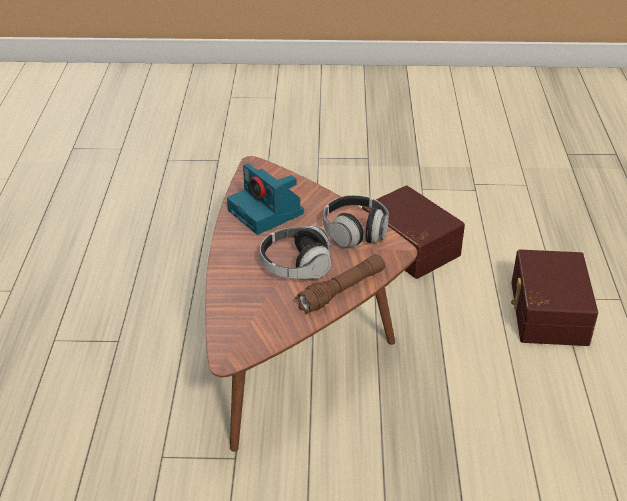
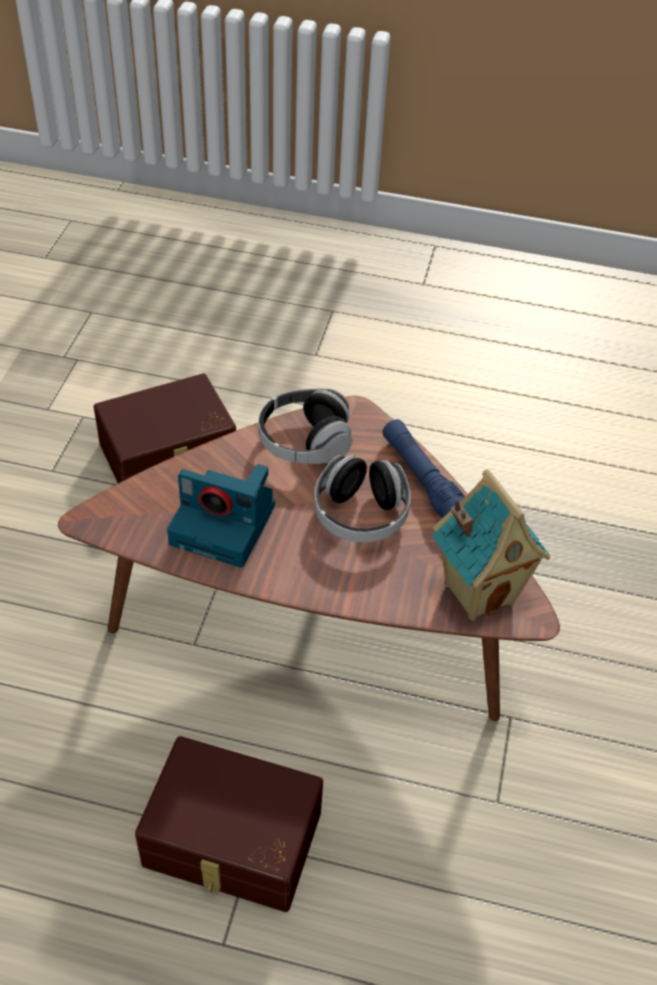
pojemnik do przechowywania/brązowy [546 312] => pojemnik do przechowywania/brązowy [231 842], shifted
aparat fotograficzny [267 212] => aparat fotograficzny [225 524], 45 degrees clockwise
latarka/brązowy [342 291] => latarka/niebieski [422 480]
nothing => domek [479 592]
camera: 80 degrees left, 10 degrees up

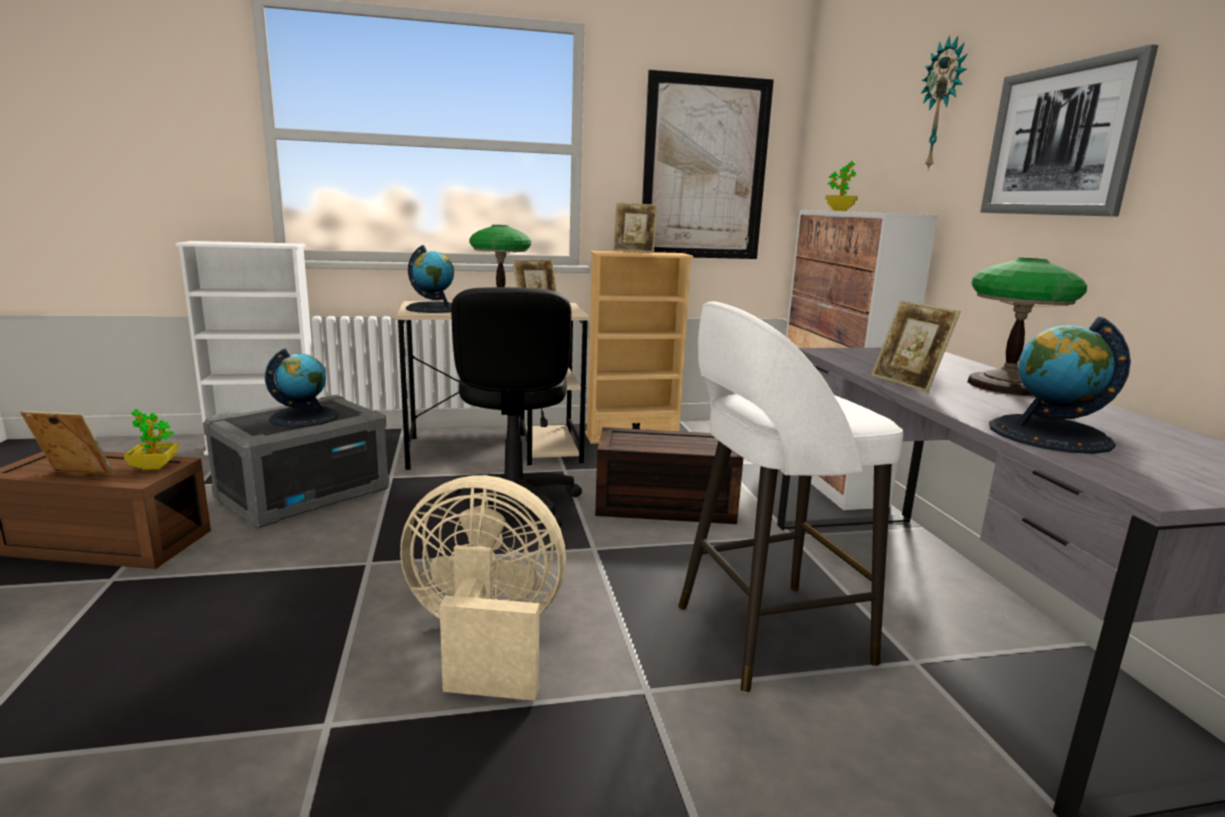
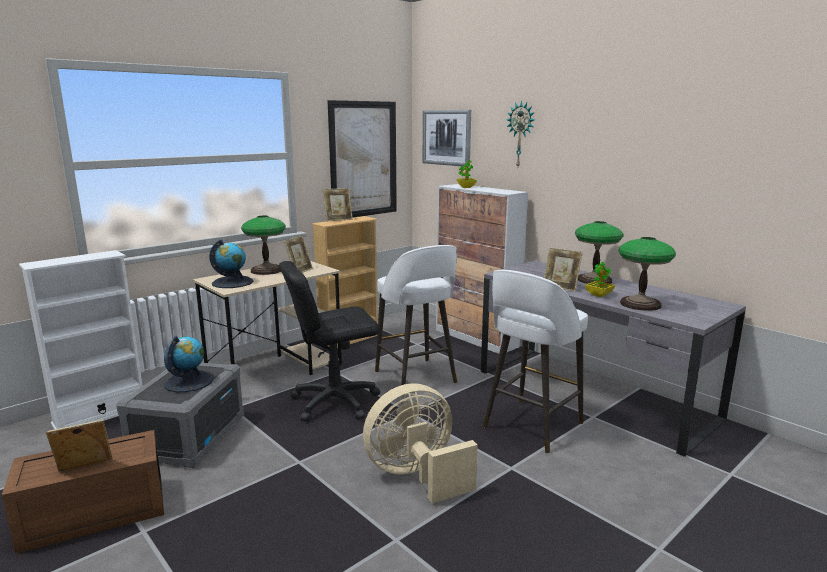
krzesło biurowe/czarny [513 504] => krzesło biurowe/czarny [334 402], 105 degrees clockwise
pojemnik do przechowywania/brązowy [663 506] => stołek/biały [416 378]
obraz [1060 141] => obraz [446 137], shifted
roślina doniczkowa [154 466] => roślina doniczkowa [599 295], shifted
globus [1049 435] => lampa stołowa [640 304]
camera: 30 degrees left, 0 degrees up

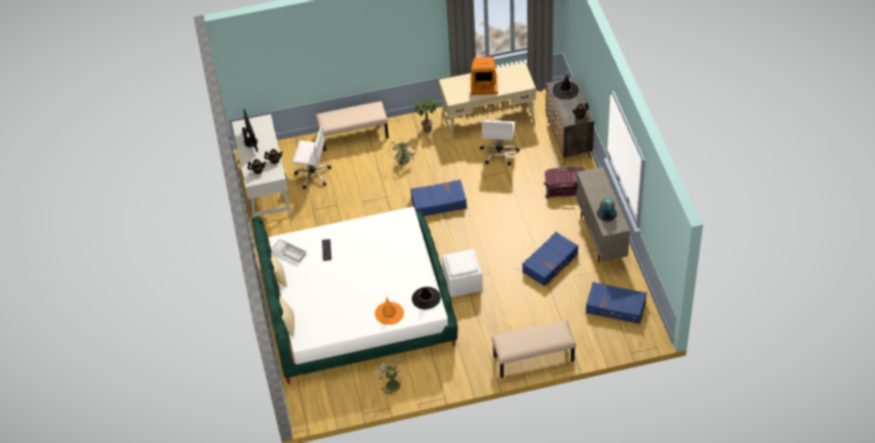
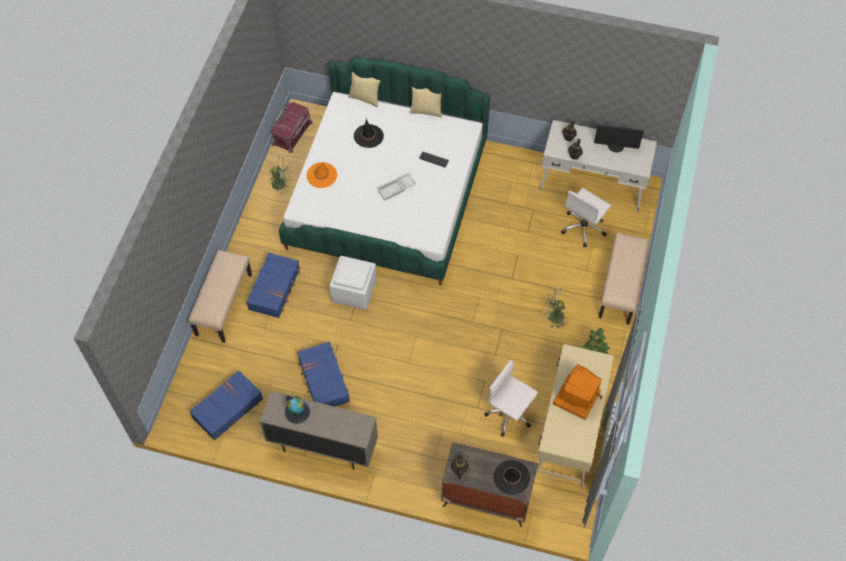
walizka/niebieski [438 202] => walizka/niebieski [275 289], shifted
pojemnik do przechowywania/czerwony [565 188] => pojemnik do przechowywania/czerwony [292 133], shifted
kapelusz/czarny [426 298] => kapelusz/czarny [368 136], shifted
taca/biały [290 252] => taca/biały [396 189], shifted
camera: 115 degrees right, 10 degrees up

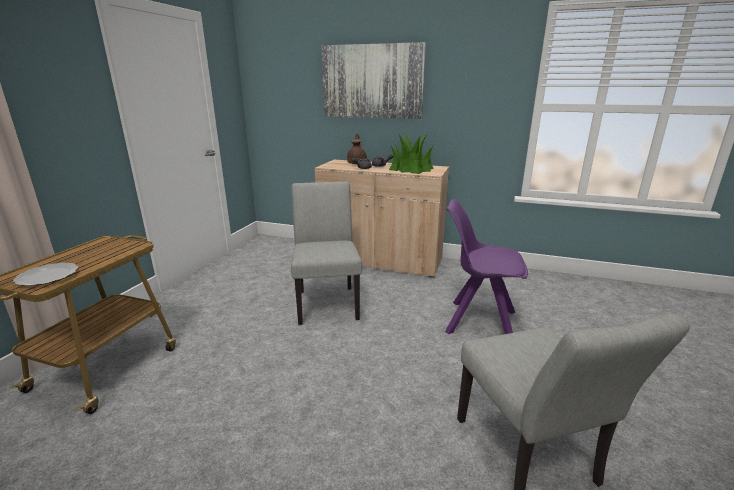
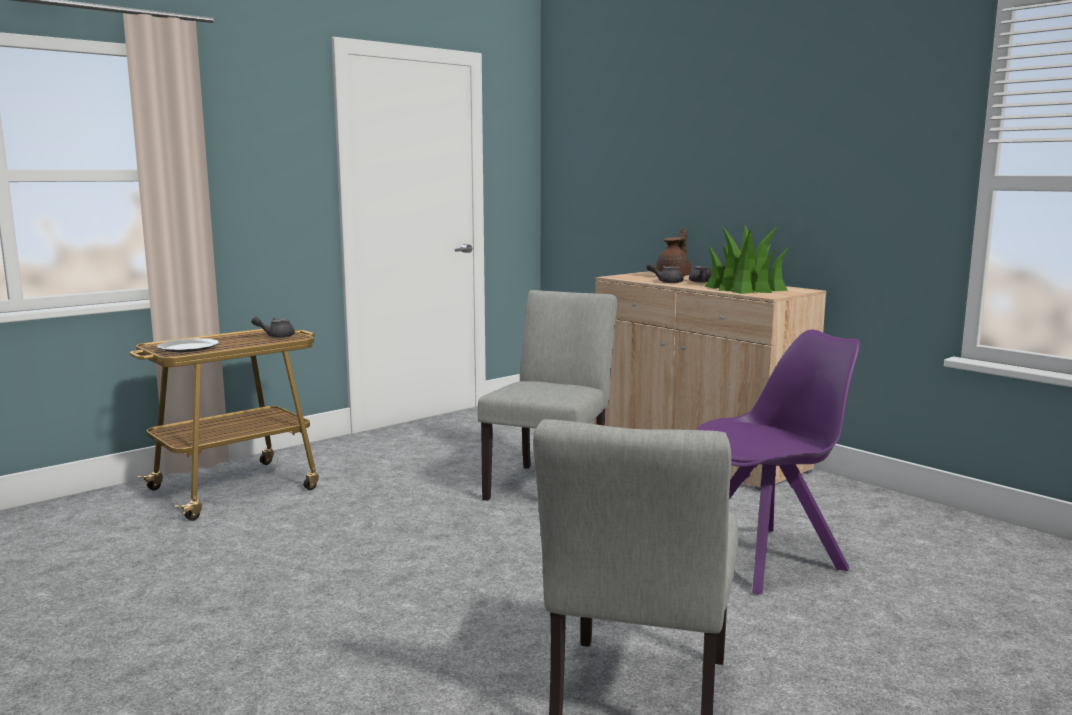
nothing => imbryk/szary [276 336]
krzesło/fioletowy [478 321] => krzesło/fioletowy [768 558], 105 degrees clockwise
obraz [372 81] => nothing
camera: 30 degrees right, 10 degrees down

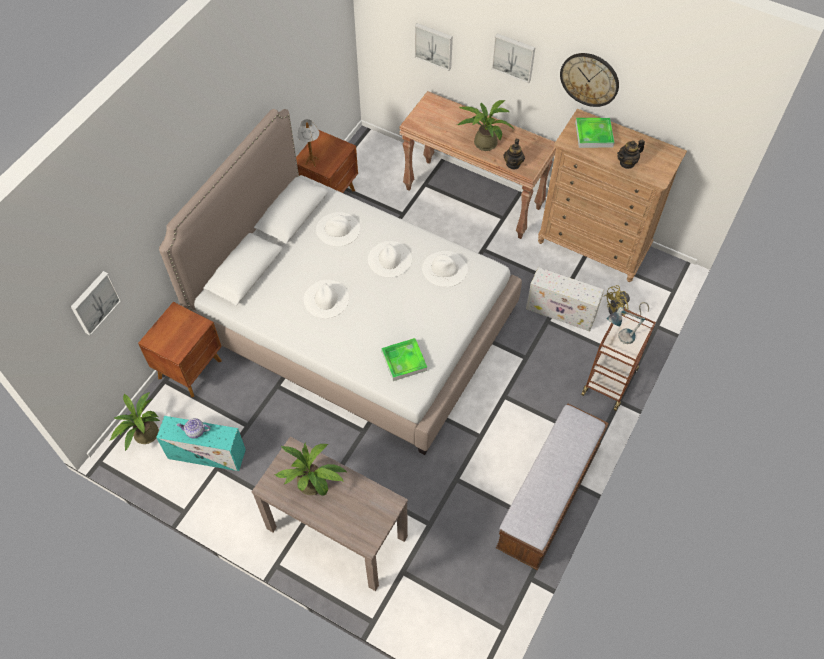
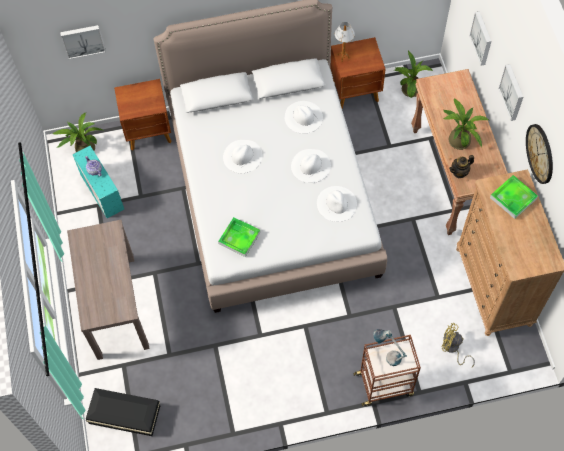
nothing => pojemnik do przechowywania/czarny [124 413]
roślina doniczkowa [314 485] => roślina doniczkowa [411 92], shifted
ławka [548 496] => nothing
pojemnik do przechowywania/biały [562 312] => nothing
imbryk [627 163] => nothing
camera: 50 degrees right, 5 degrees up

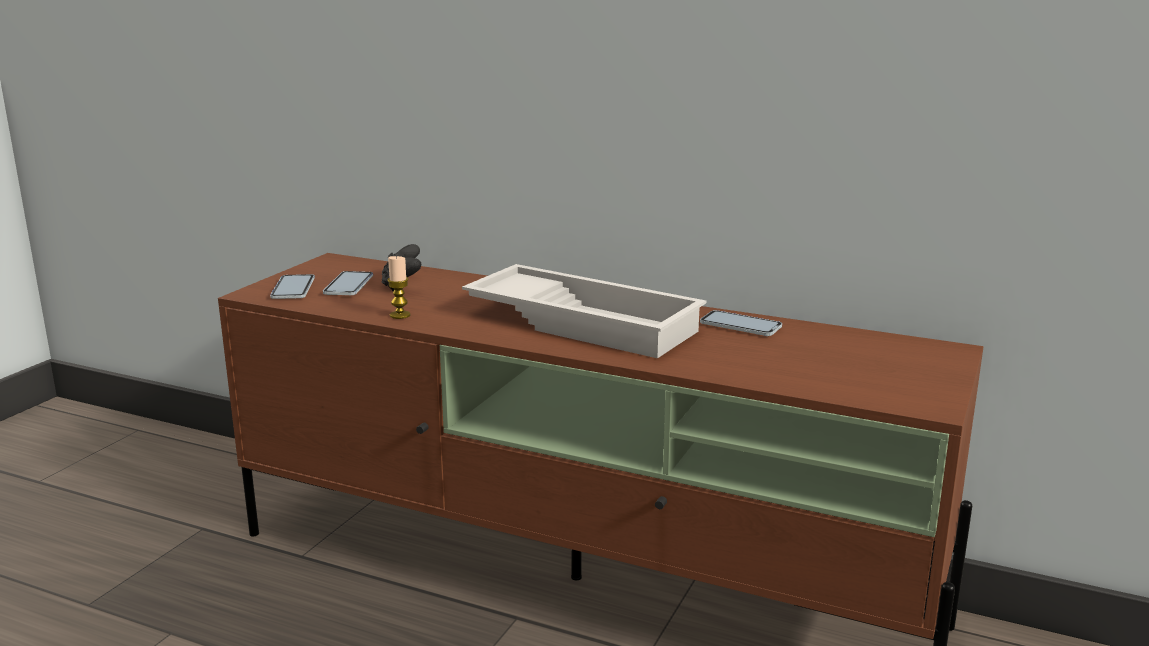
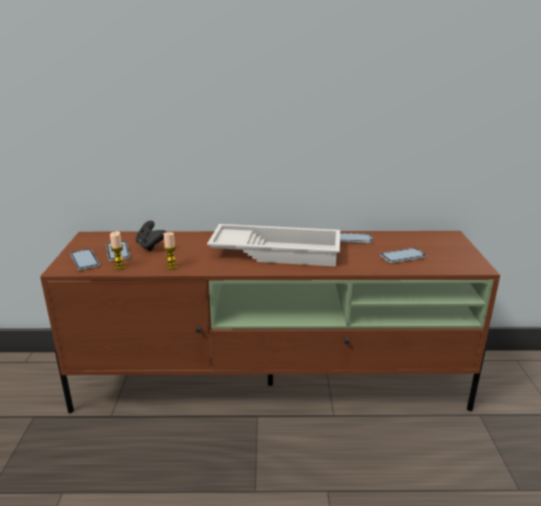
nothing => świeca [119 267]
nothing => telefon [402 256]
camera: 25 degrees left, 5 degrees up

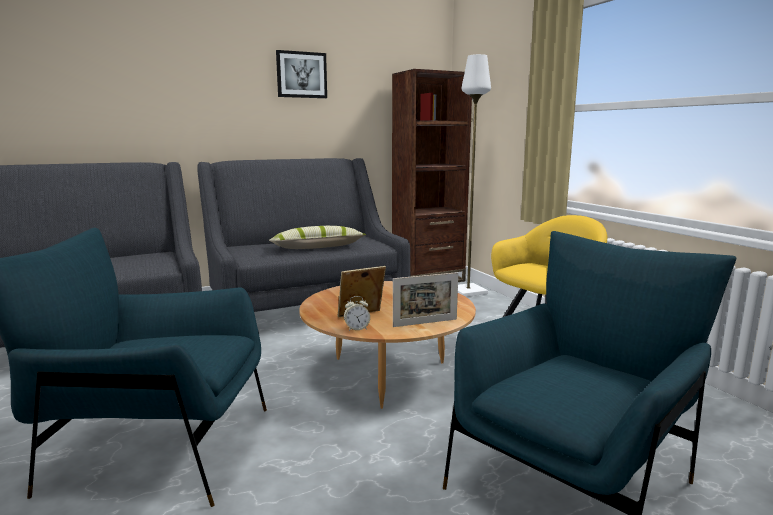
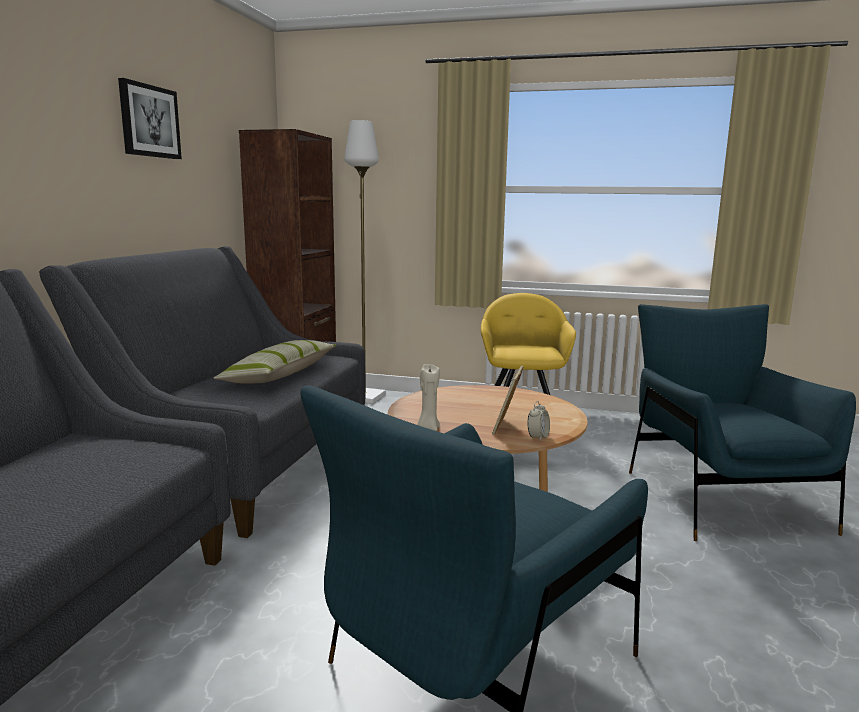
nothing => świeca/beżowy [428 428]
ramka na zdjęcie [425 323] => nothing
camera: 50 degrees left, 0 degrees up

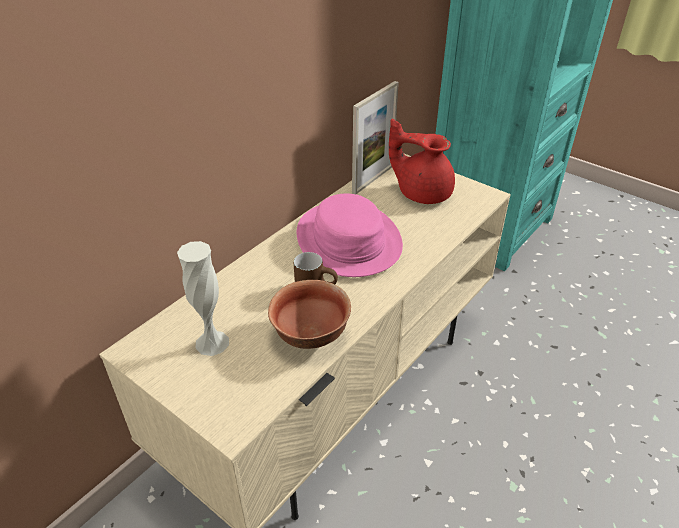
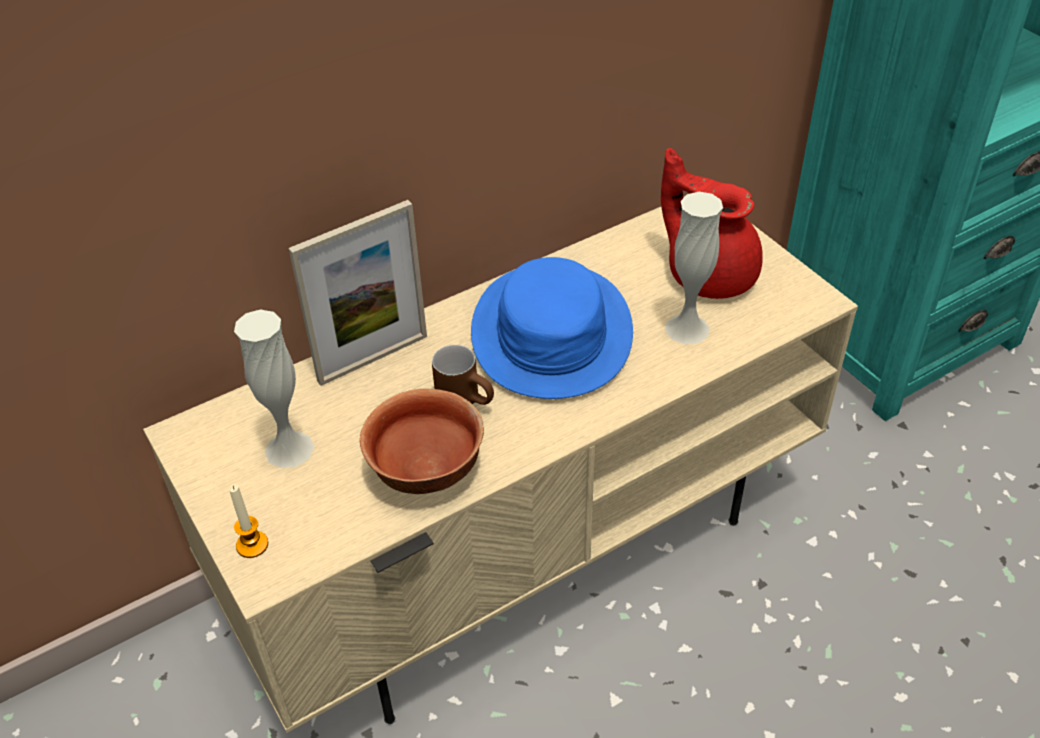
nothing => świeca [252 545]
ramka na zdjęcie [373 179] => ramka na zdjęcie [373 358], shifted
kapelusz/różowy [348 240] => kapelusz/niebieski [551 332]
nothing => wazon/biały [687 329]
camera: 20 degrees right, 5 degrees up

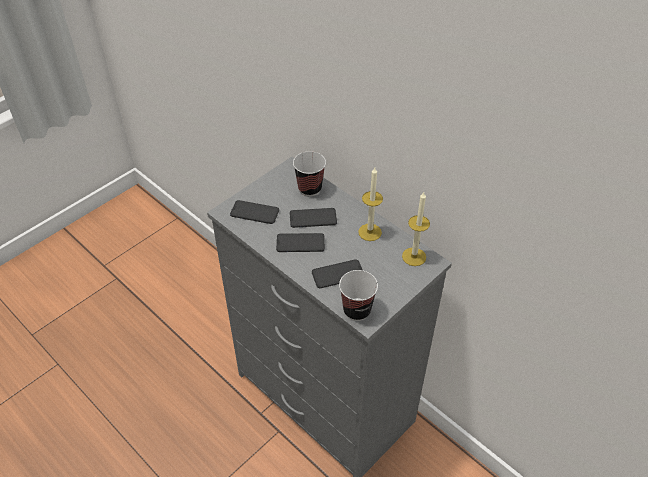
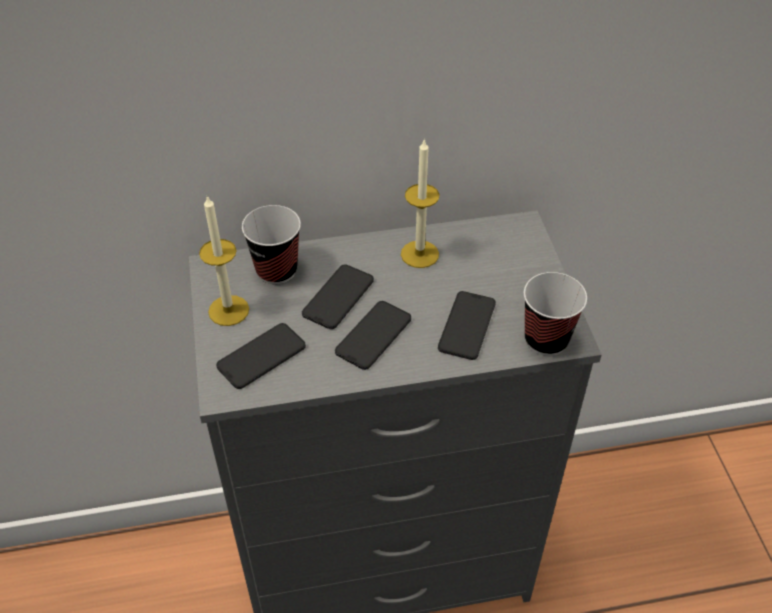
świeca [414 256] => świeca [228 310], shifted
camera: 55 degrees left, 0 degrees up

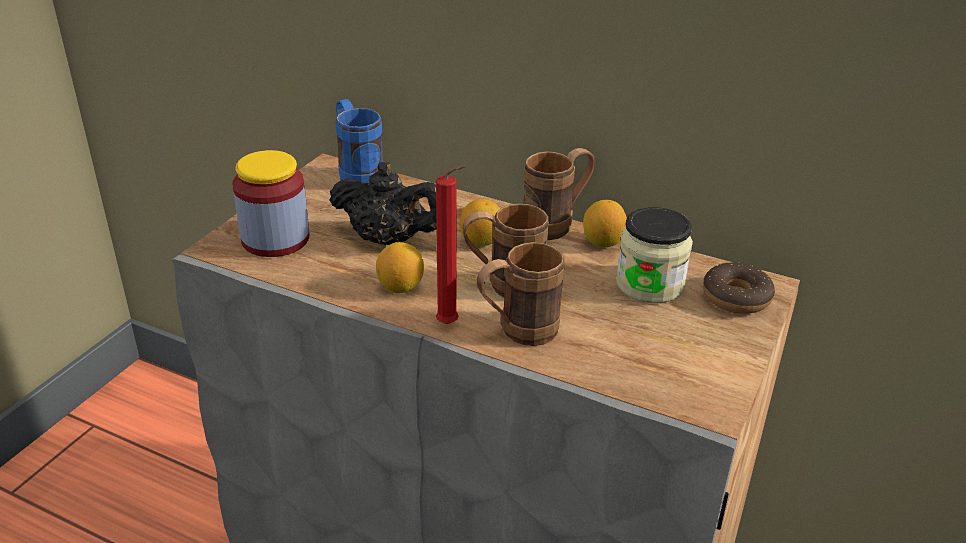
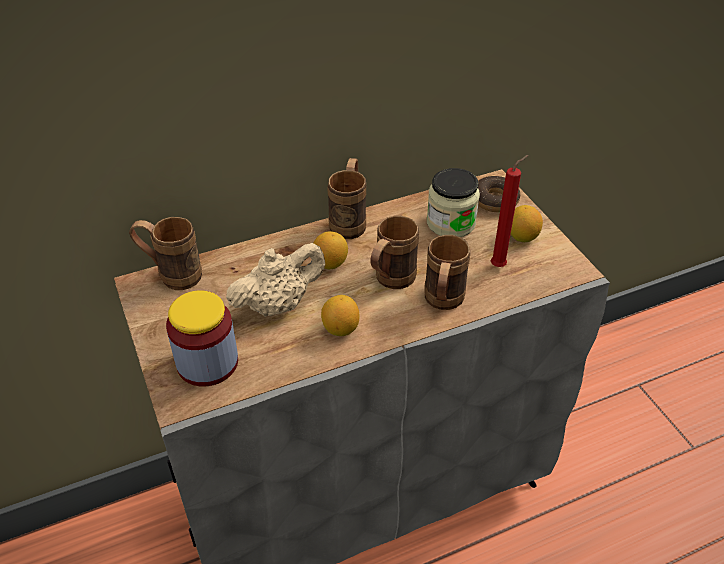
kubek/niebieski [357 174] => kubek/brązowy [172 275]
imbryk/czarny [389 240] => imbryk/beżowy [278 304]
świeca/czerwony [450 325] => świeca/czerwony [500 265], shifted
cytryna [602 242] => cytryna [522 237], shifted
camera: 50 degrees left, 10 degrees up

